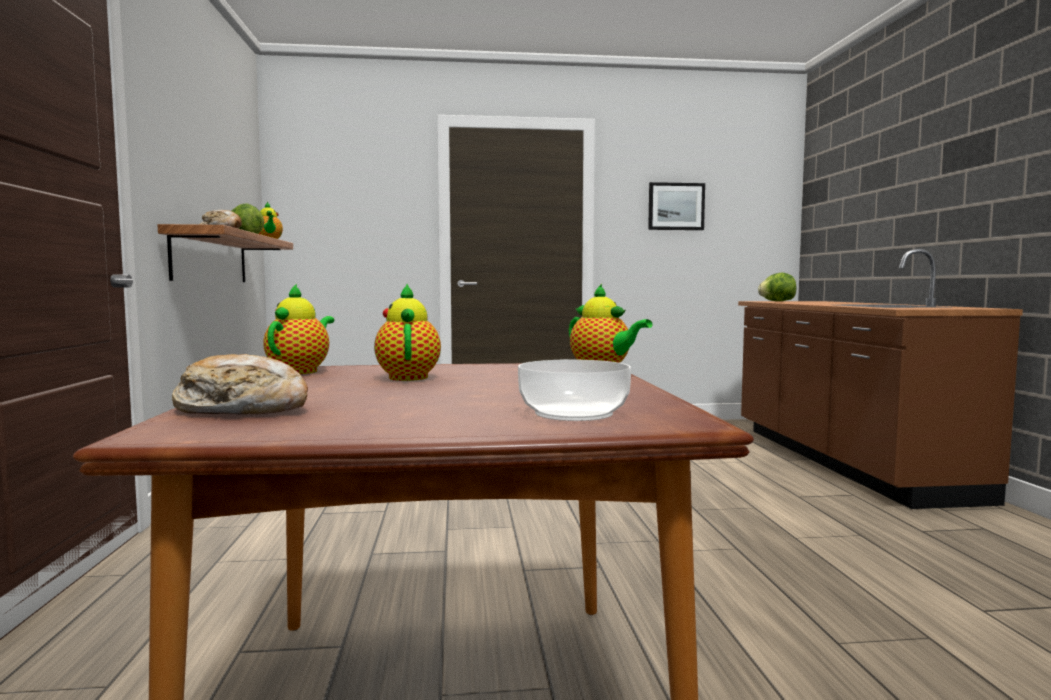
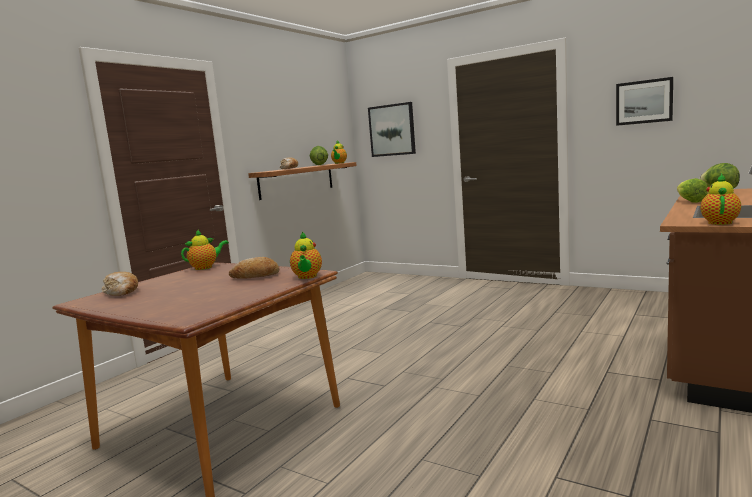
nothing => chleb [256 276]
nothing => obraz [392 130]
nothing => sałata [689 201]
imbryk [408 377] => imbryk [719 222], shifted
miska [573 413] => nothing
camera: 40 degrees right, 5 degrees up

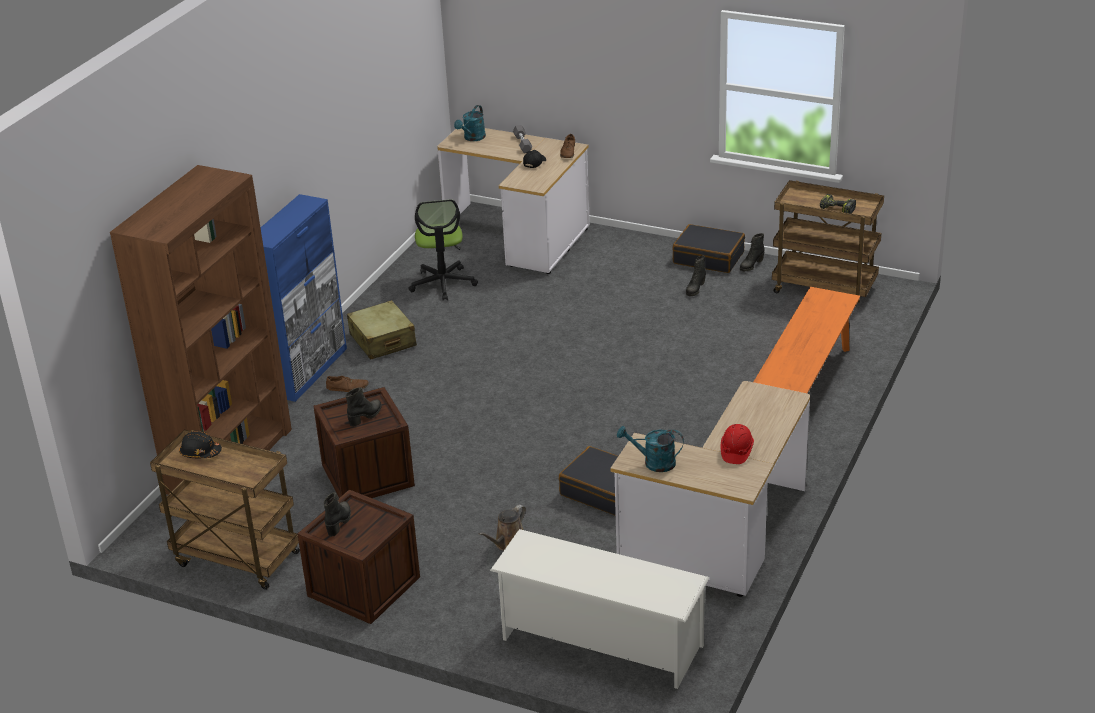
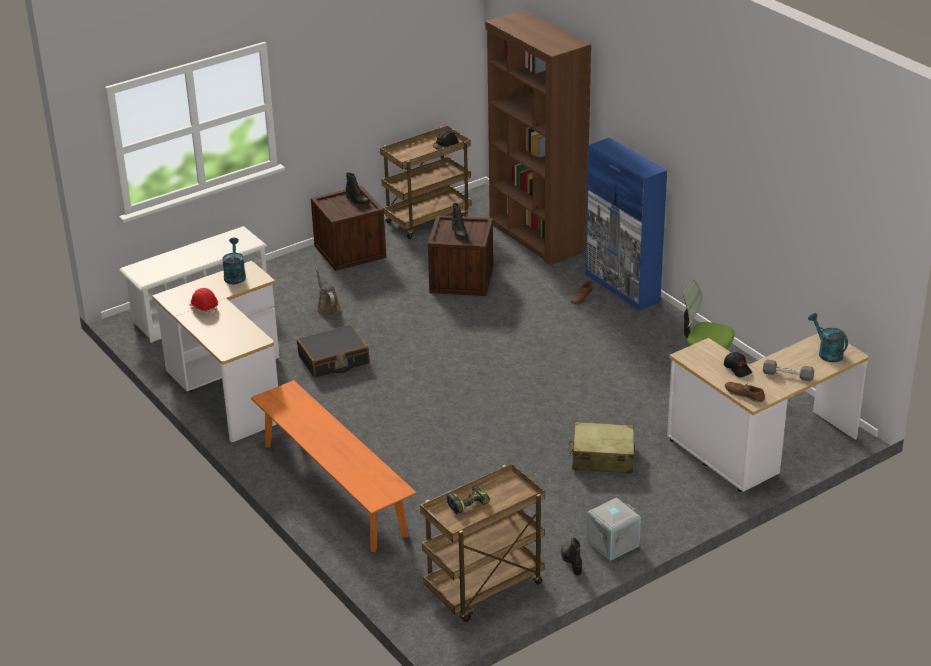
konewka/turkusowy [653 463] => konewka/turkusowy [234 275], 45 degrees counterclockwise
walizka/beżowy [382 340] => walizka/beżowy [602 457], shifted
walizka/czarny [708 257] => pojemnik do przechowywania/szary [612 542]
but z cholewką/czarny [695 289] => nothing
camera: 120 degrees right, 0 degrees up

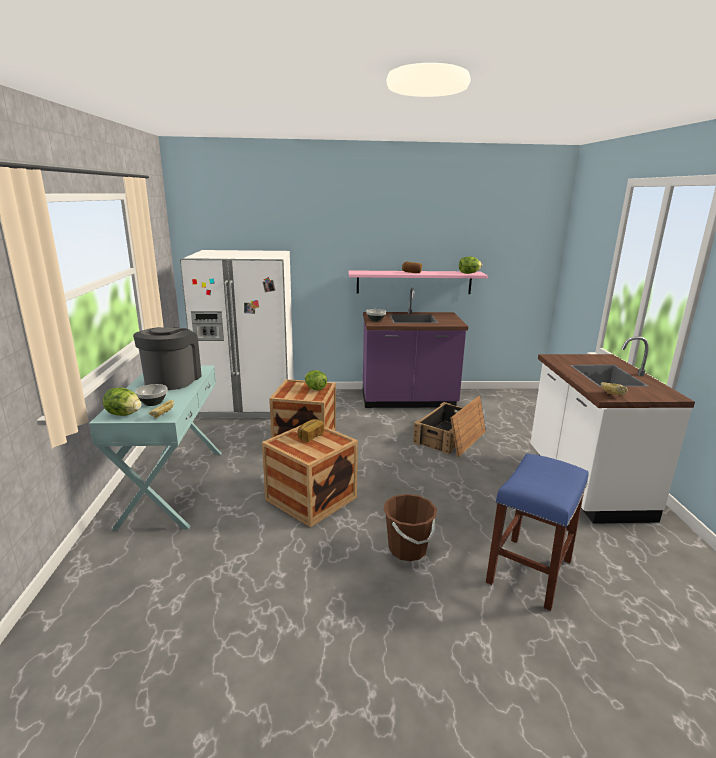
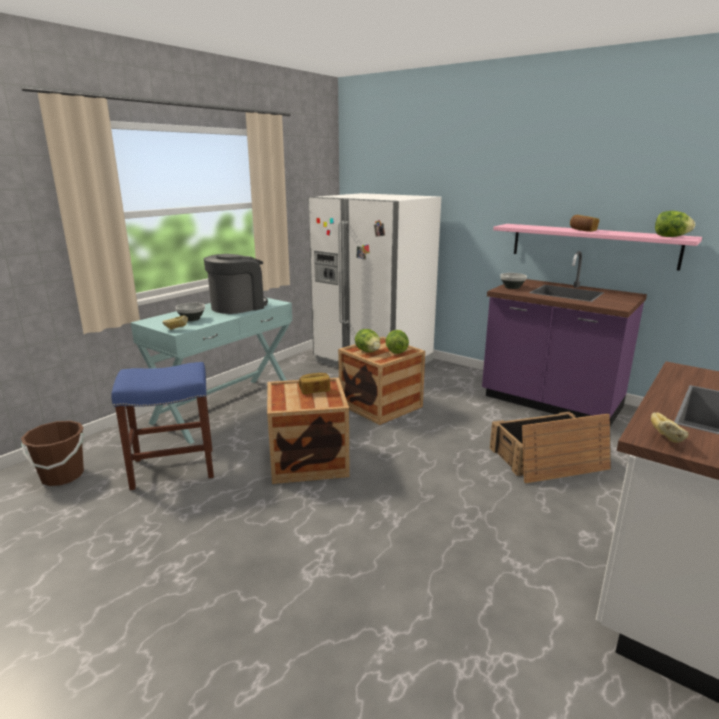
wiadro/brązowy [407 549] => wiadro/brązowy [62 476], shifted
stołek/niebieski [529 570] => stołek/niebieski [175 467], shifted
sałata [124 414] => sałata [368 351], shifted
camera: 40 degrees right, 0 degrees up

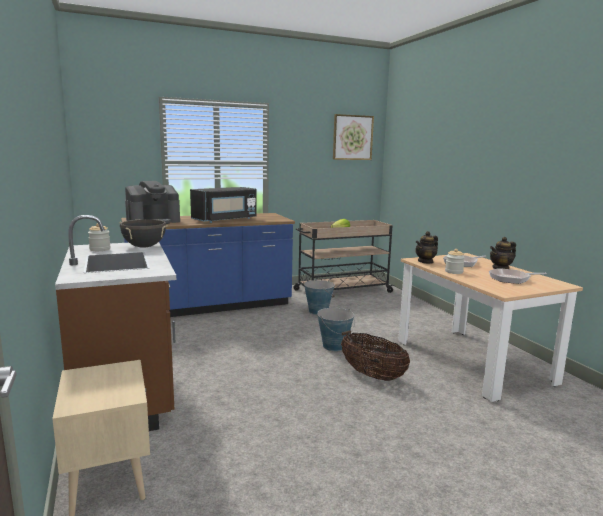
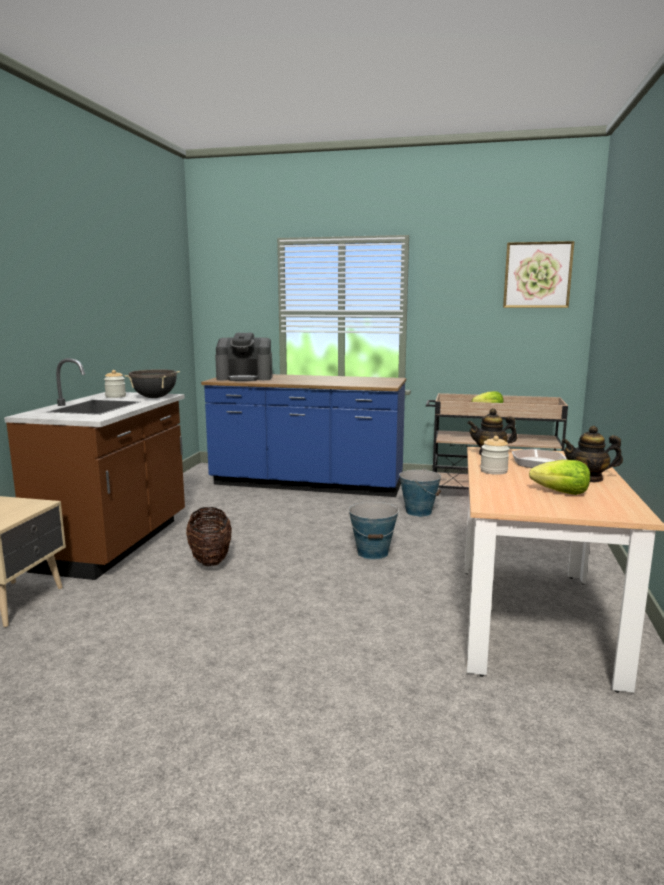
koszyk [372 375] => koszyk [210 559], shifted
patelnia [512 279] => sałata [561 493]
mikrofalówka/czarny [225 220] => nothing
camera: 35 degrees right, 0 degrees up

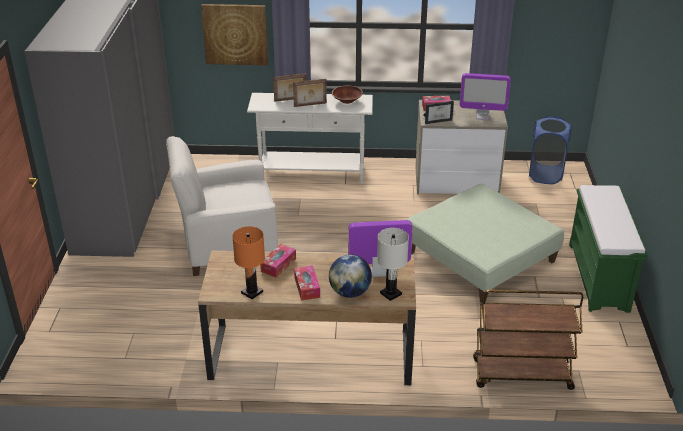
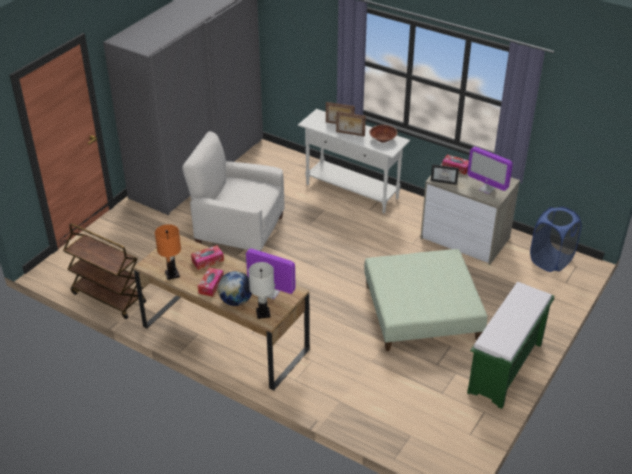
wózek/brązowy [521 375] => wózek/brązowy [108 297], shifted
obraz [235 34] => nothing
camera: 30 degrees right, 5 degrees up

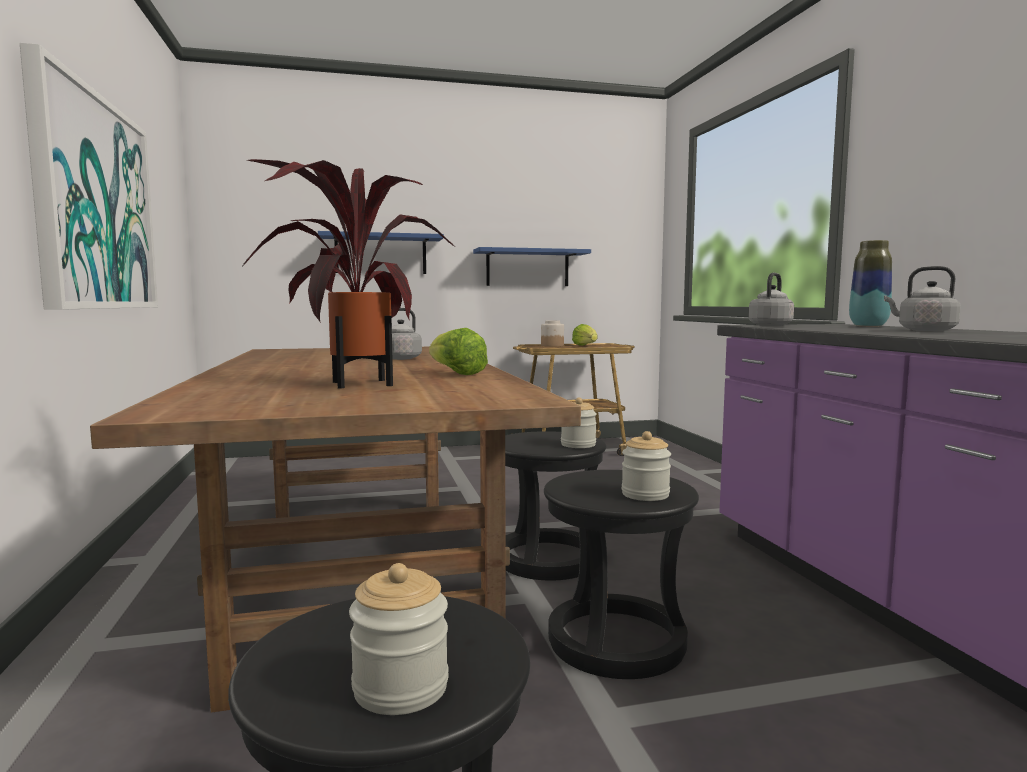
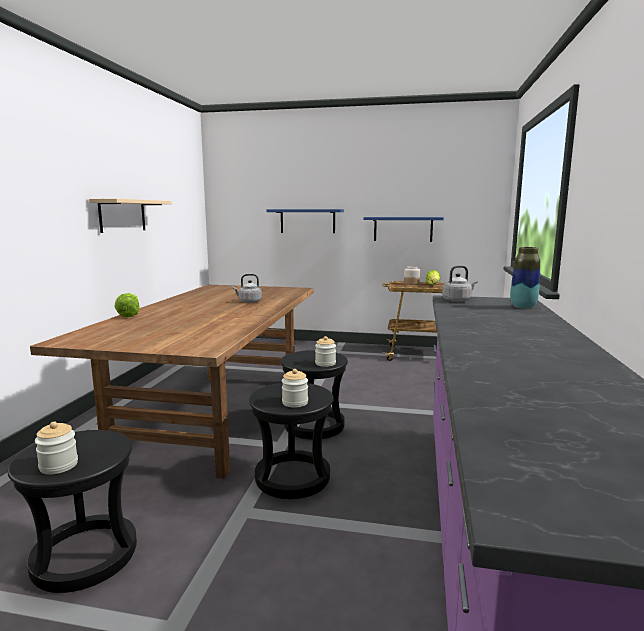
obraz [96 204] => półka/beżowy [122 215]
sałata [456 373] => sałata [129 315], shifted
roślina doniczkowa [354 384] => nothing
czajnik/szary [923 330] => nothing
camera: 25 degrees right, 5 degrees up

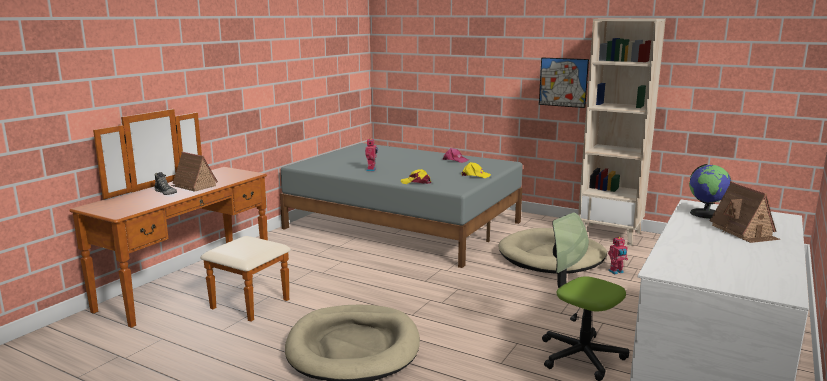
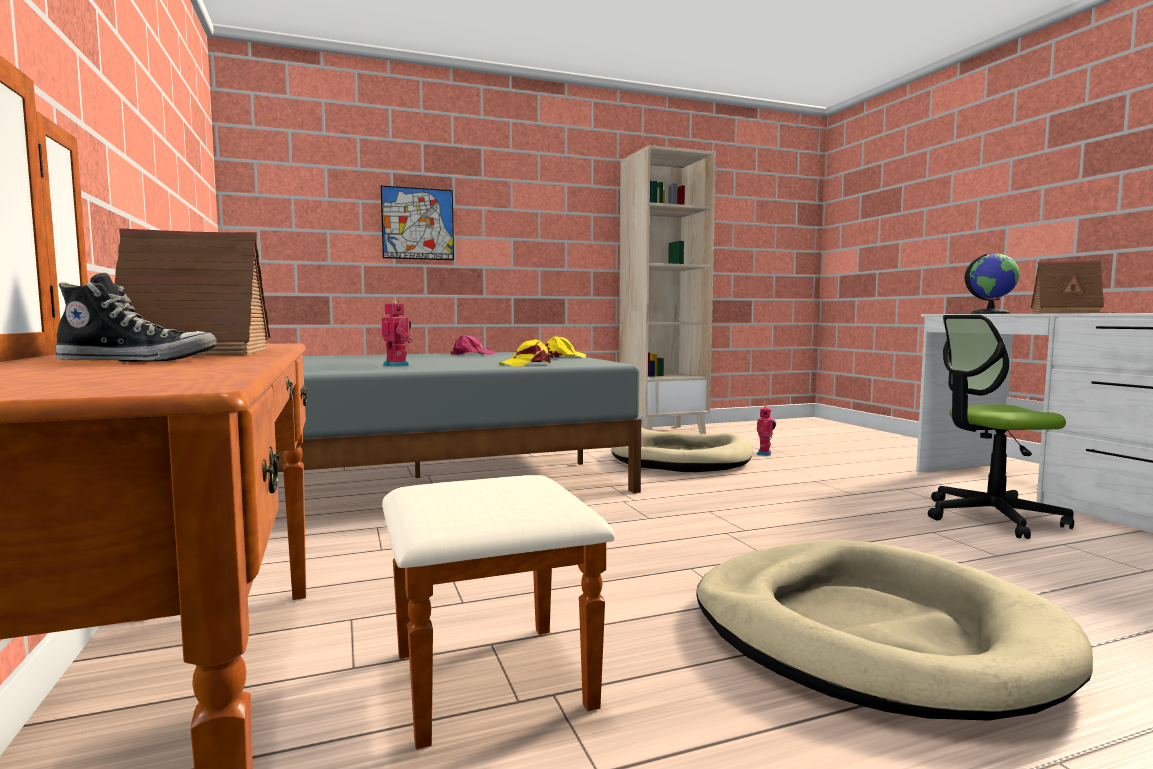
obraz [563 82] => obraz [418 223], shifted
camera: 50 degrees left, 10 degrees down

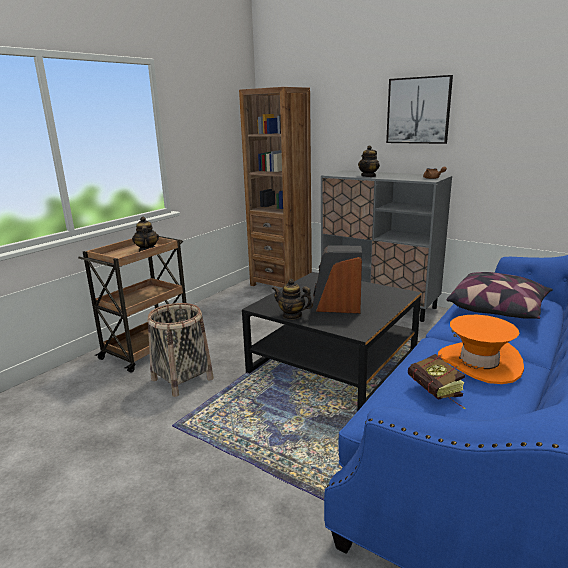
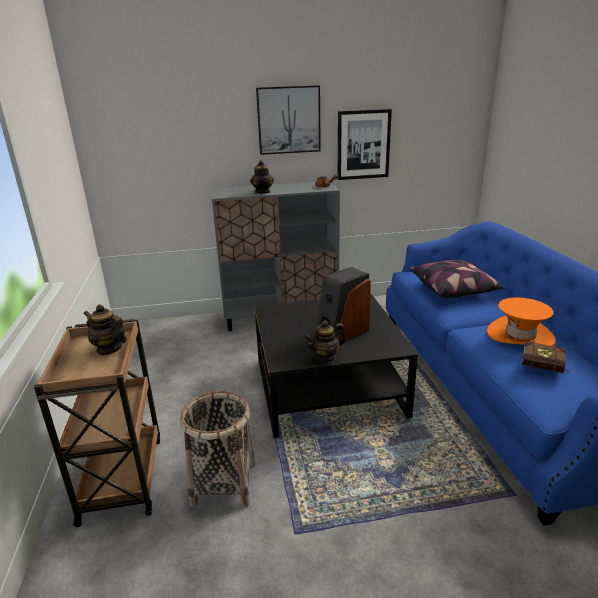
nothing => obraz [363 145]
regał/brązowy [281 283] => nothing
camera: 45 degrees left, 5 degrees up

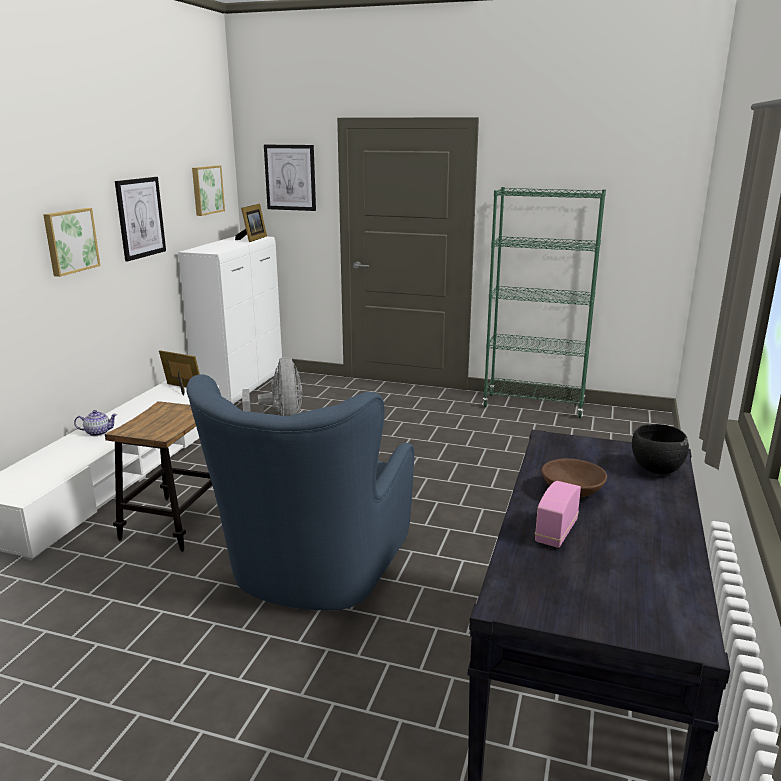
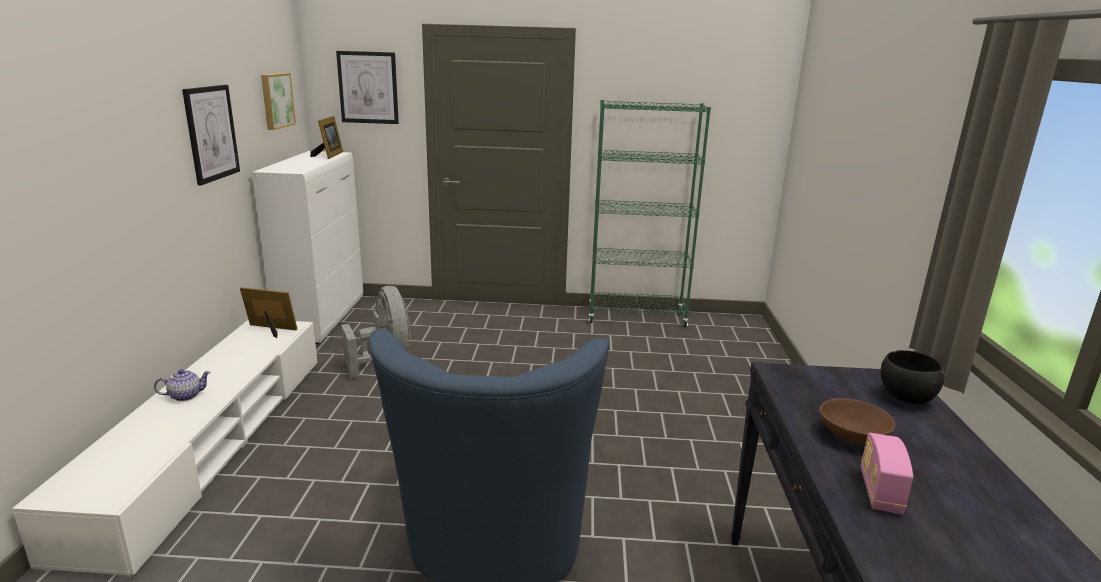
obraz [70 241] => nothing
stołek [174 523] => nothing
camera: 15 degrees left, 0 degrees up

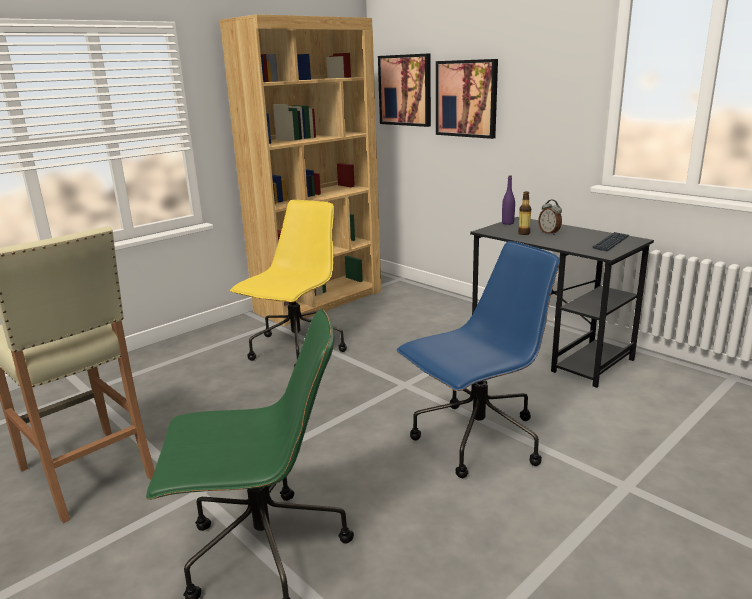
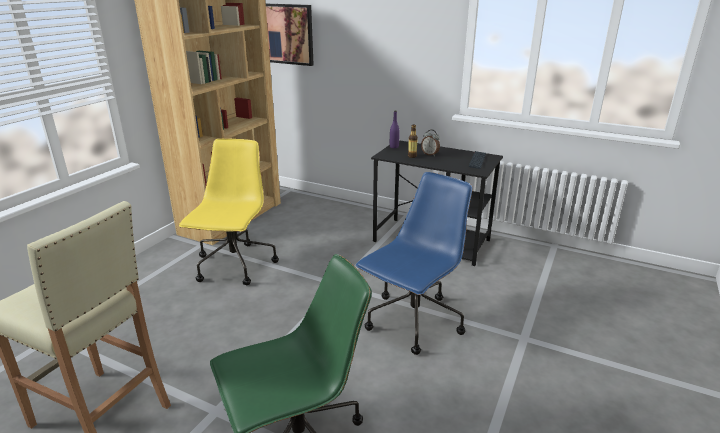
obraz [466 98] => nothing
camera: 20 degrees left, 5 degrees up

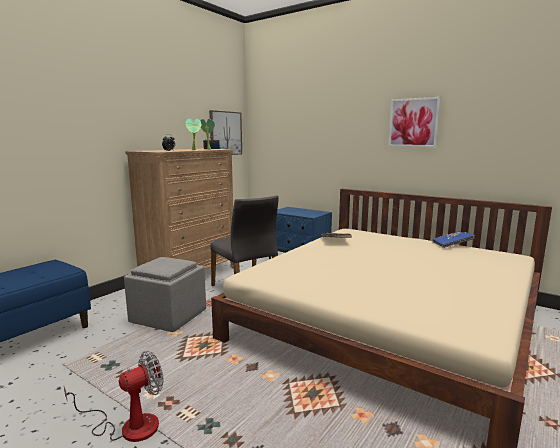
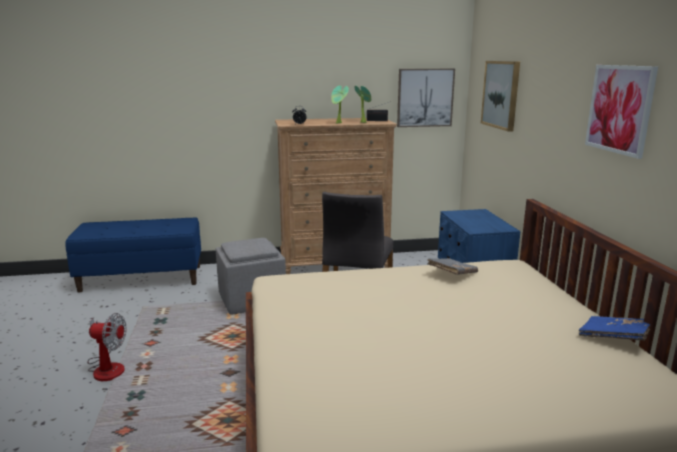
nothing => obraz [501 94]
camera: 45 degrees right, 5 degrees up

